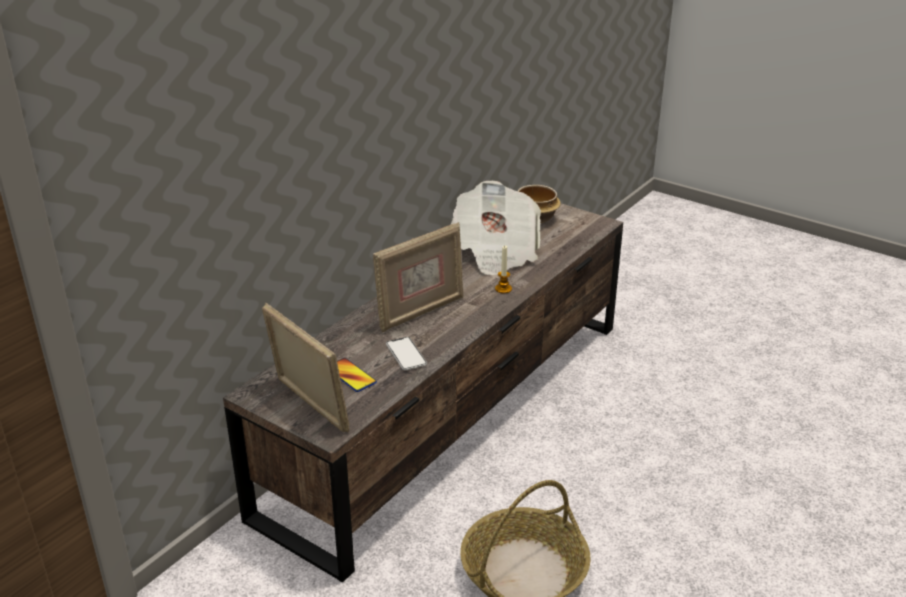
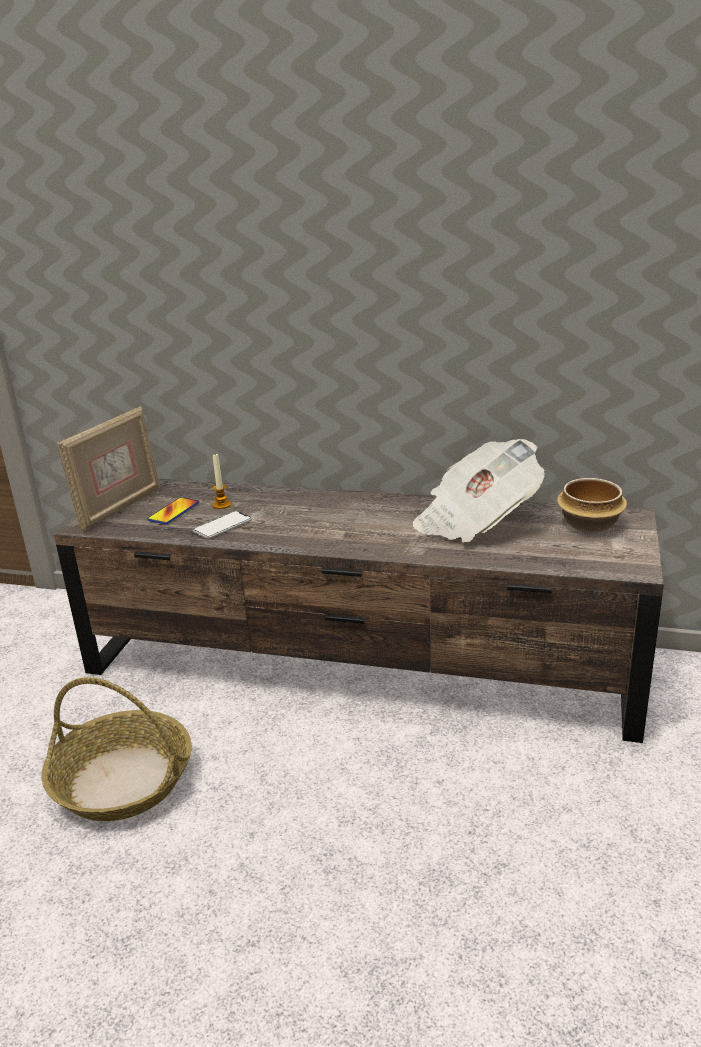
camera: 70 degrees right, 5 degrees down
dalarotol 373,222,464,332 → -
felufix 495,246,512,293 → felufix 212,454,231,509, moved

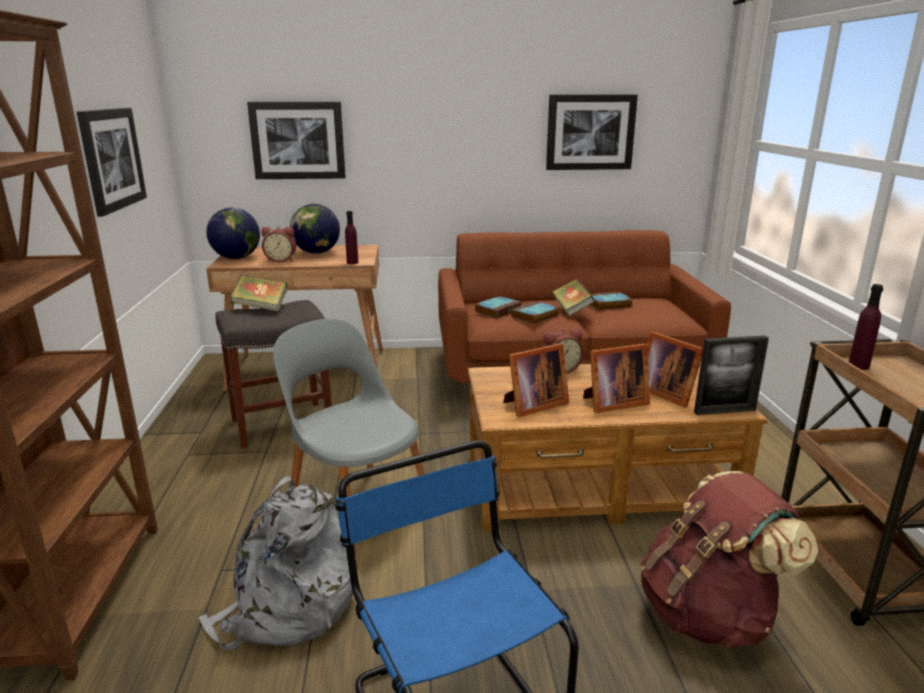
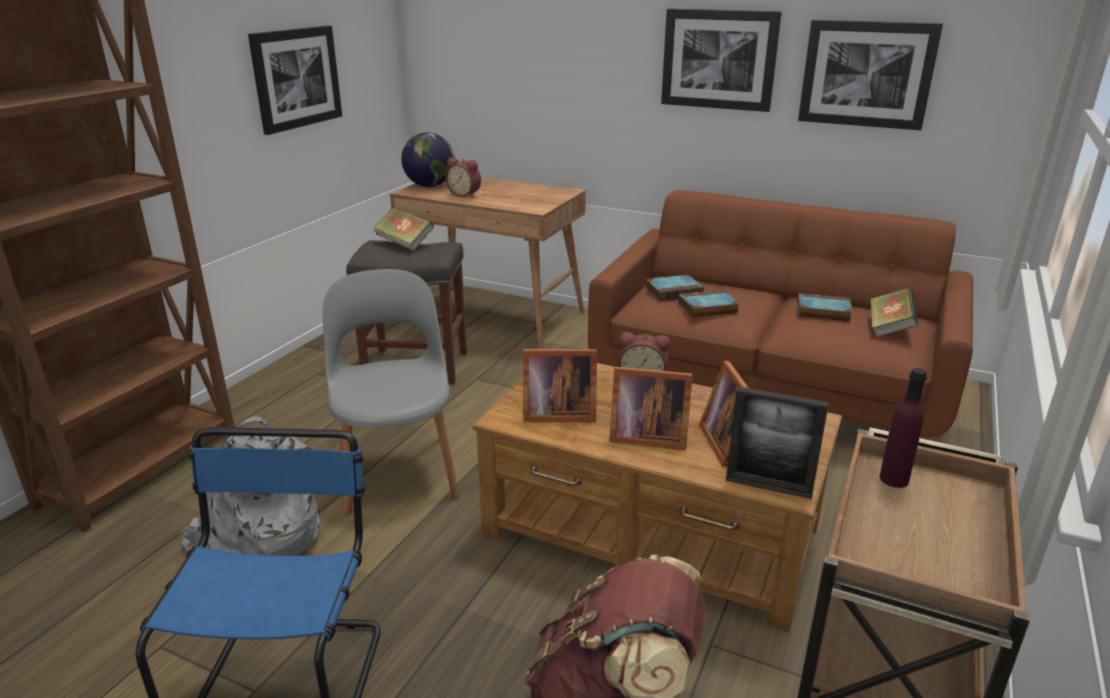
camera: 30 degrees right, 5 degrees up
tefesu 247,102,346,179 → tefesu 661,8,782,112, moved
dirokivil 290,204,340,254 → -
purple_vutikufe 345,211,358,264 → -
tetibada 552,279,595,316 → tetibada 870,288,918,337, moved

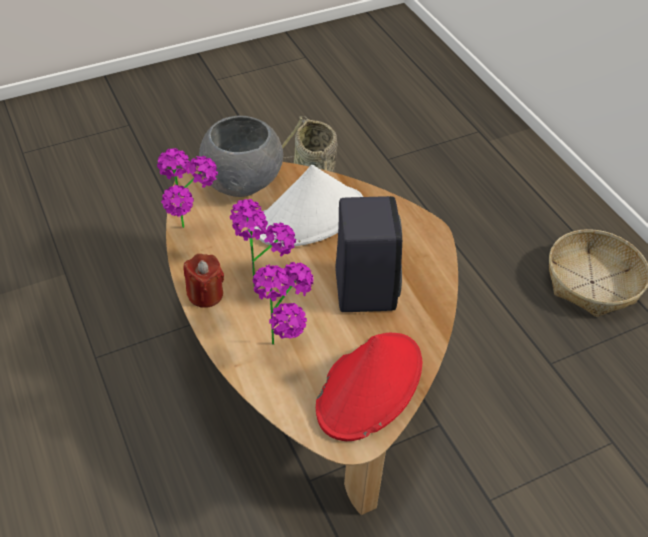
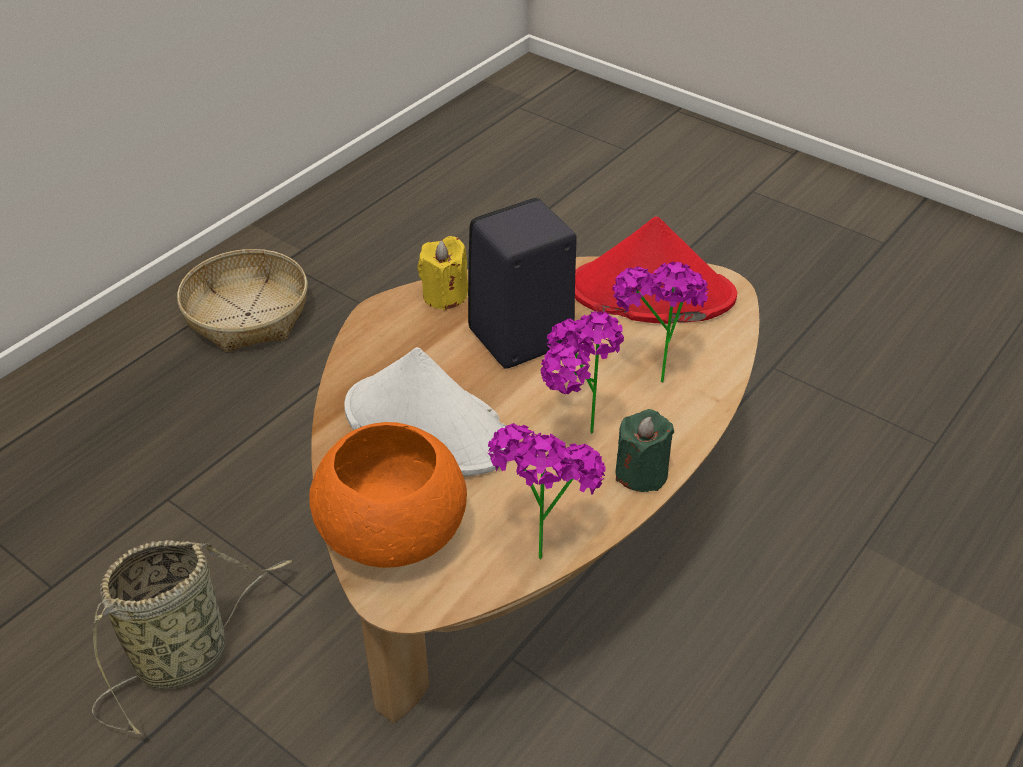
camera: 115 degrees left, 5 degrees down
red_felufix 184,254,224,308 → green_felufix 616,409,674,492
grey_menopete 199,116,283,197 → orange_menopete 309,422,467,568
- → yellow_felufix 417,236,468,310

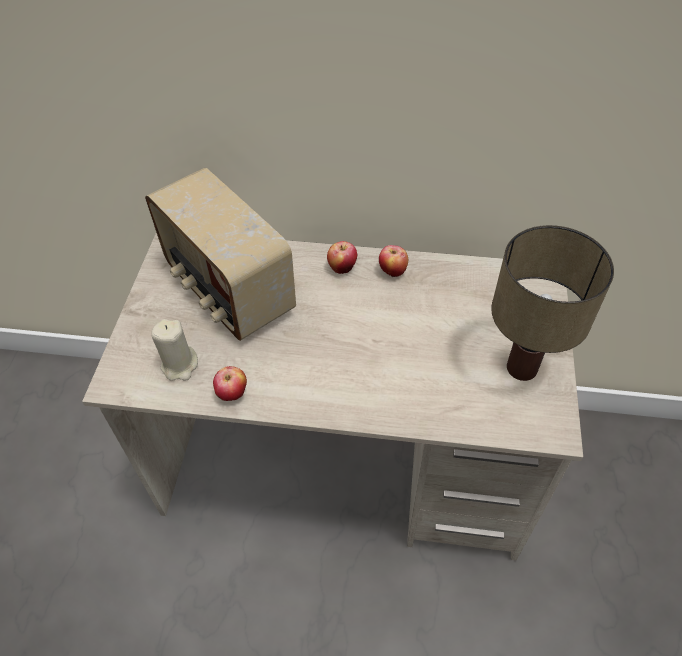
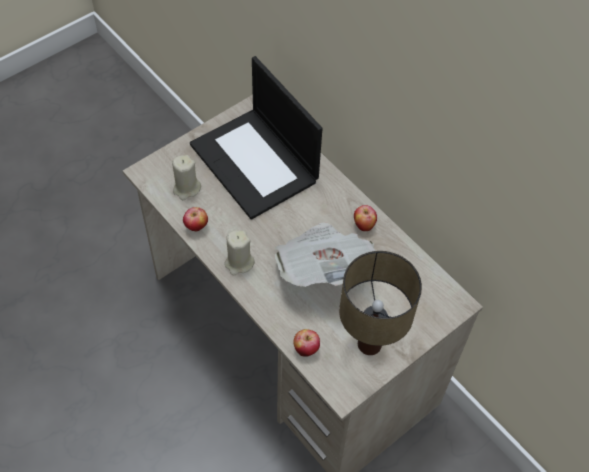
camera: 40 degrees right, 5 degrees up
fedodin 145,168,296,341 → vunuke 190,56,323,220
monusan 327,241,357,274 → monusan 293,329,320,357, moved
- → beige_felufix 224,230,255,275
- → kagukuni 275,222,375,287

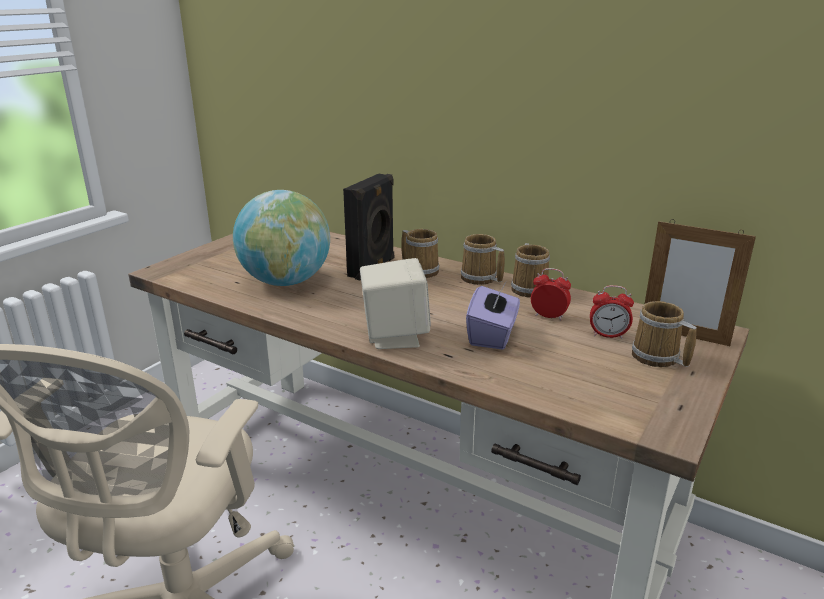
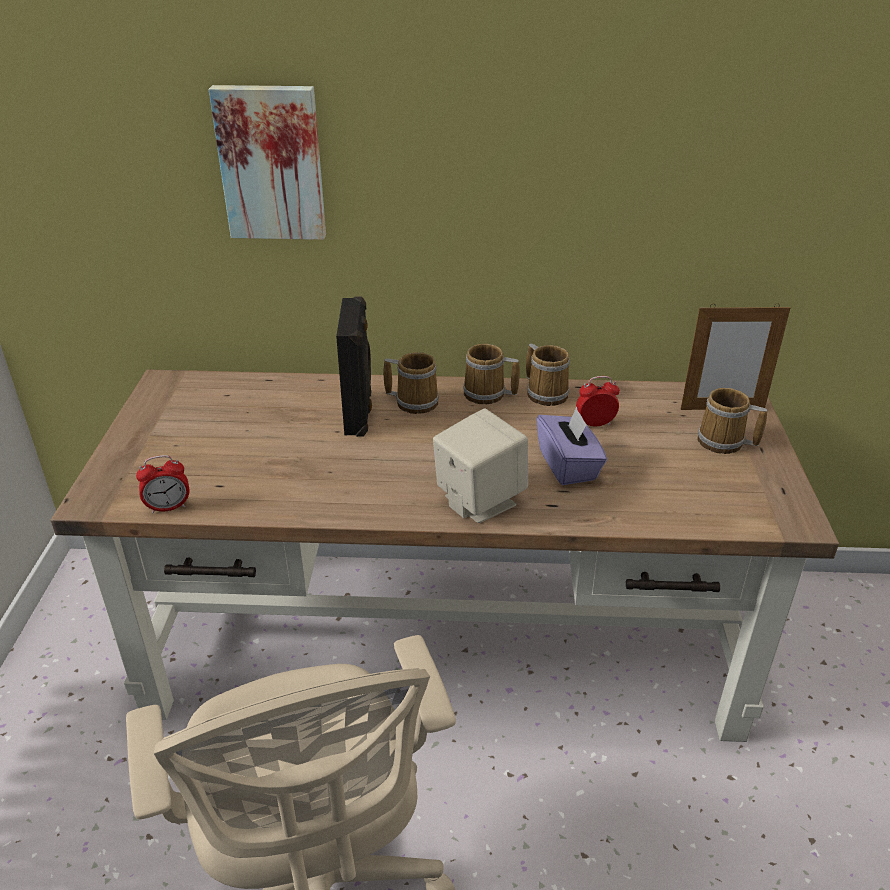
camera: 30 degrees left, 10 degrees up
dirokivil 233,190,330,286 → -
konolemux 590,285,634,339 → konolemux 136,455,189,514, moved
- → tefesu 209,85,326,240

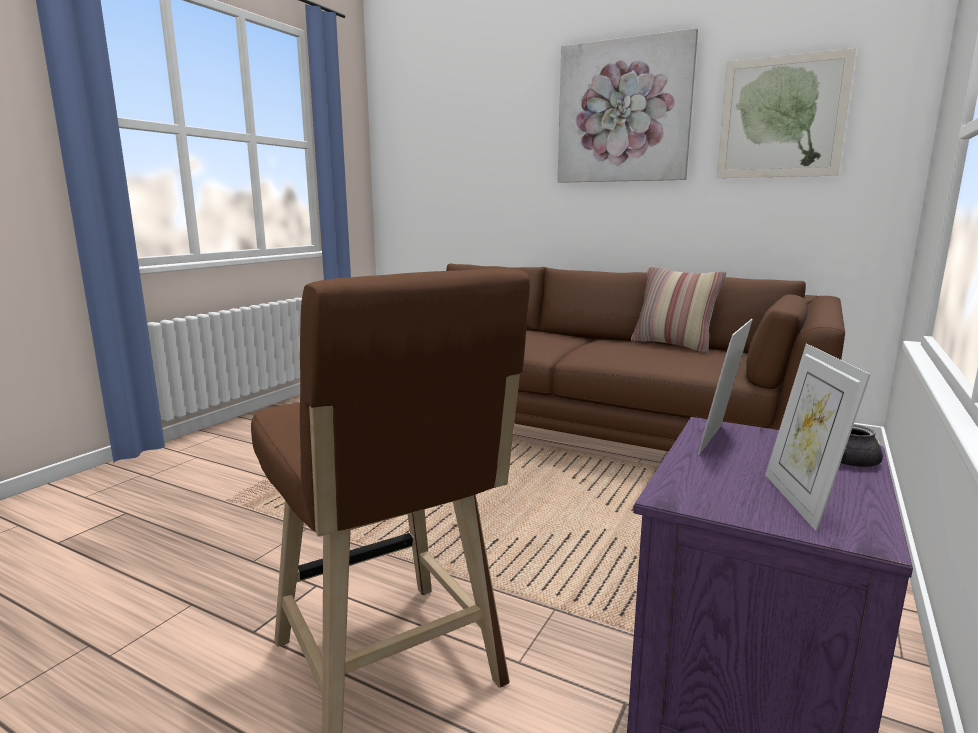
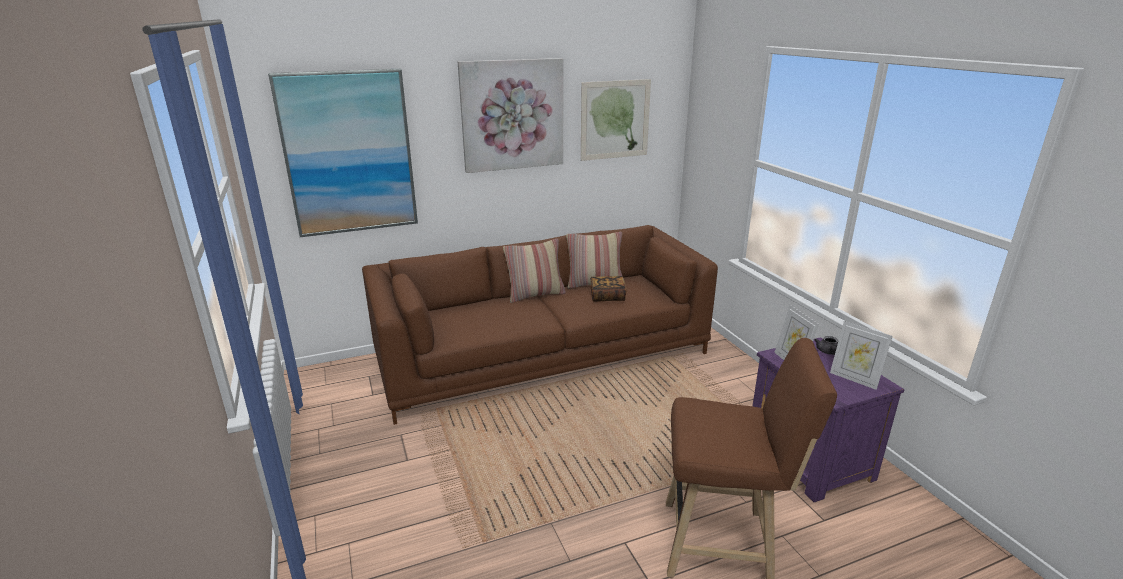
camera: 50 degrees left, 10 degrees up
- → tefesu 268,69,418,237
- → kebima 503,239,566,303
- → tetibada 590,276,626,302

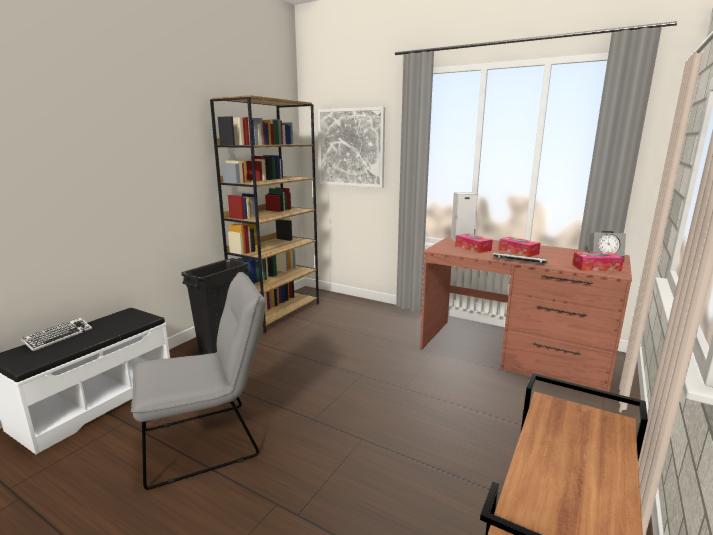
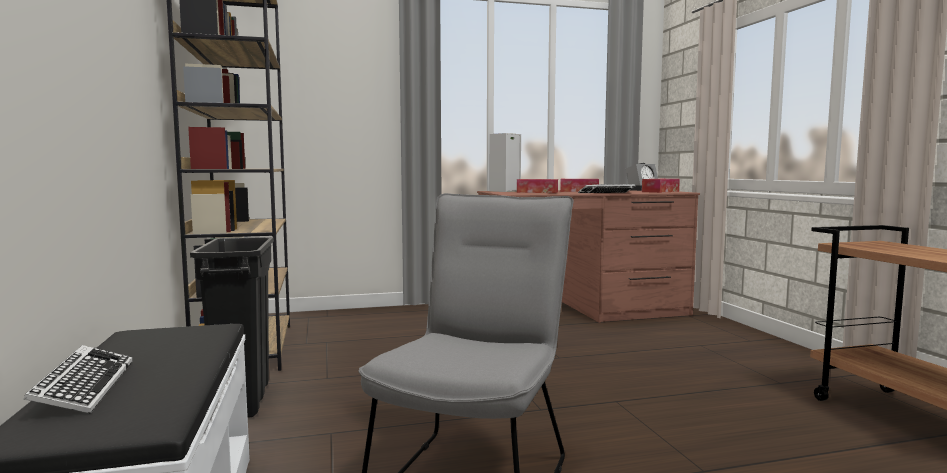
camera: 45 degrees left, 10 degrees down
tefesu 318,107,385,188 → -

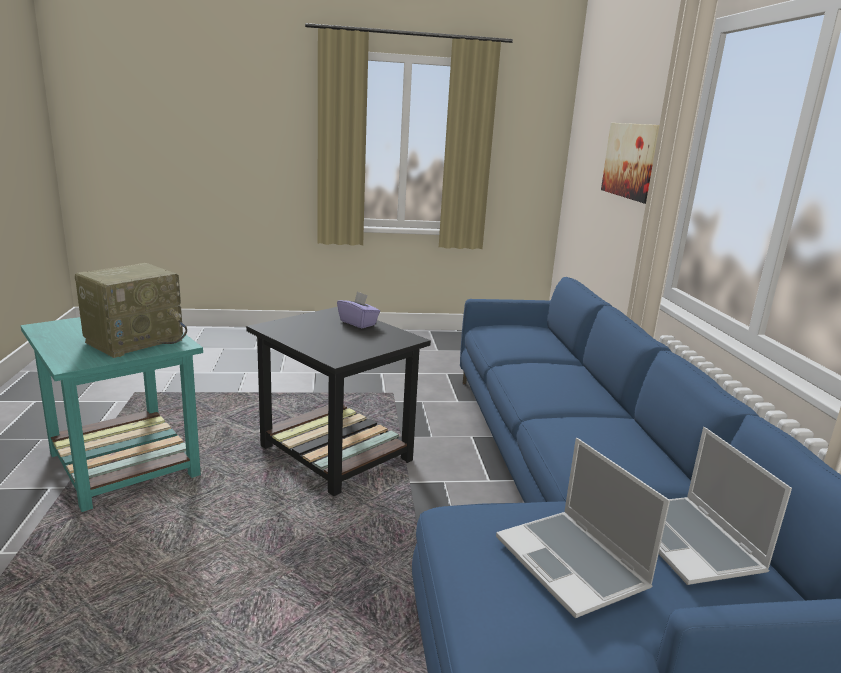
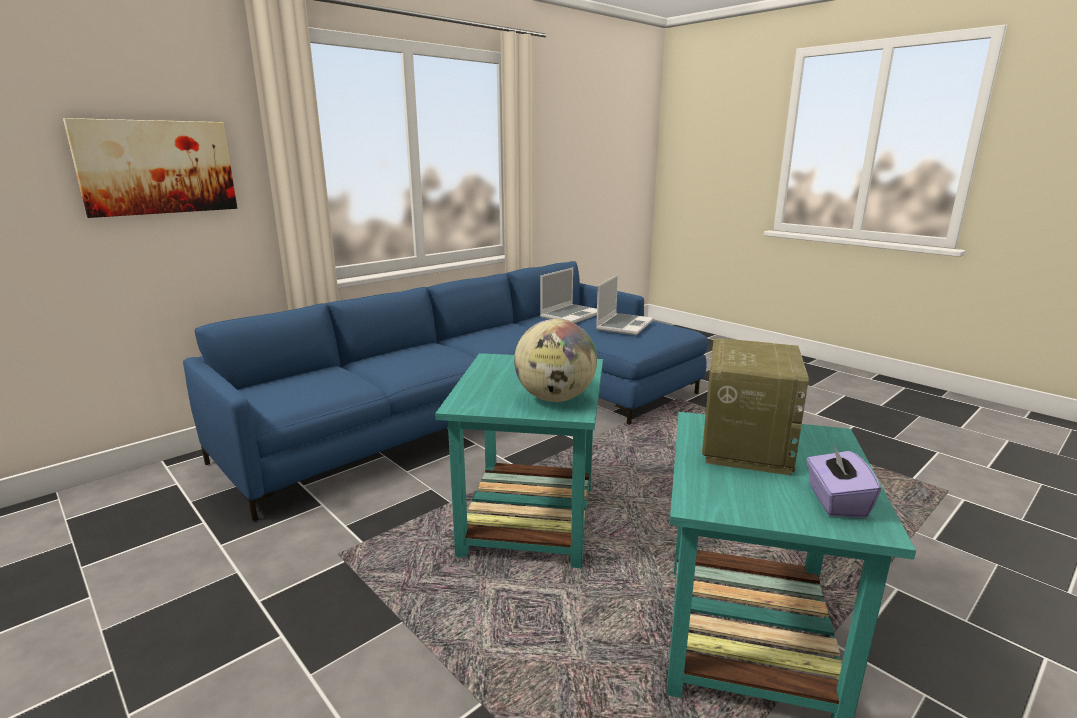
camera: 125 degrees left, 0 degrees up
fedodin 75,263,187,358 → fedodin 702,338,809,475, 105 degrees clockwise
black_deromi 246,307,431,496 → turquoise_deromi 435,353,603,568
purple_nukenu 337,291,380,328 → purple_nukenu 807,444,881,518, moved
- → dirokivil 514,319,597,402

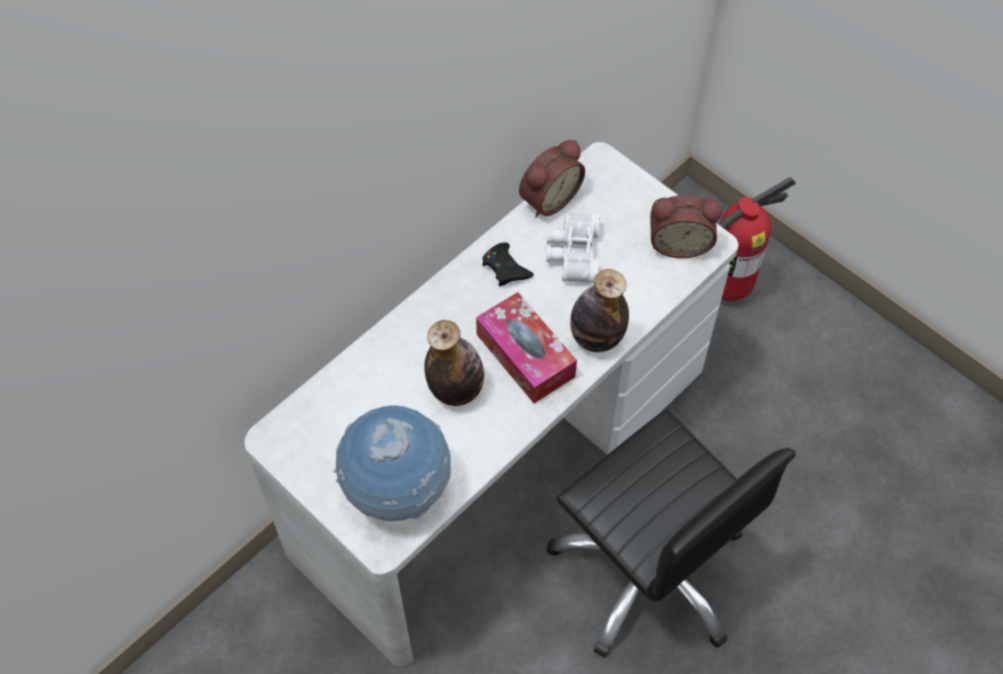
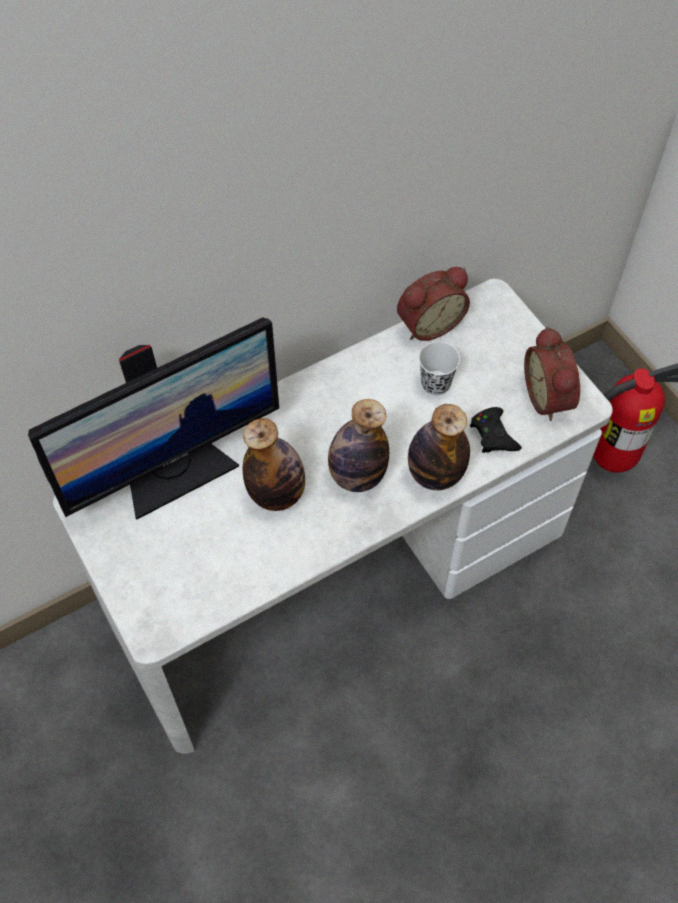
camera: 15 degrees right, 0 degrees up
dirokivil 333,405,451,521 → -
nukenu 476,292,577,403 → vutikufe 328,399,389,492
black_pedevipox 482,242,534,287 → black_pedevipox 470,407,522,453, moved
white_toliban 546,212,599,283 → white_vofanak 419,342,460,395
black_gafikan 547,410,796,658 → -
konolemux 650,195,722,258 → konolemux 524,326,580,421, 60 degrees clockwise
- → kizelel 28,317,279,520

